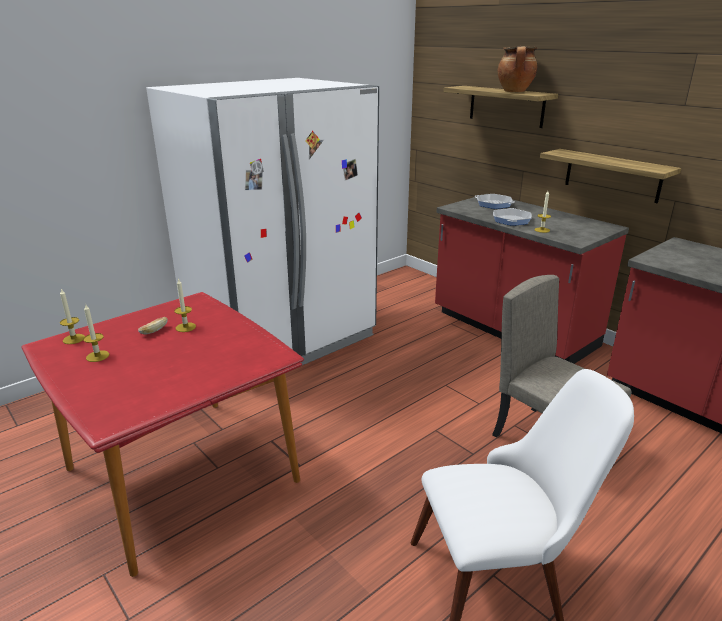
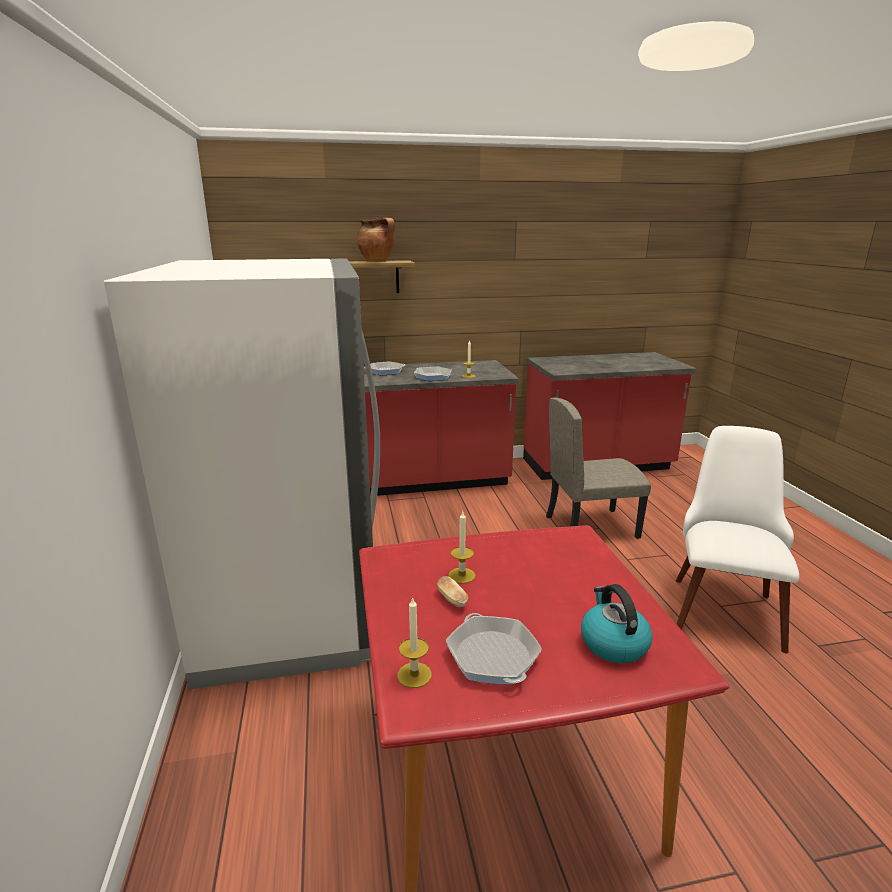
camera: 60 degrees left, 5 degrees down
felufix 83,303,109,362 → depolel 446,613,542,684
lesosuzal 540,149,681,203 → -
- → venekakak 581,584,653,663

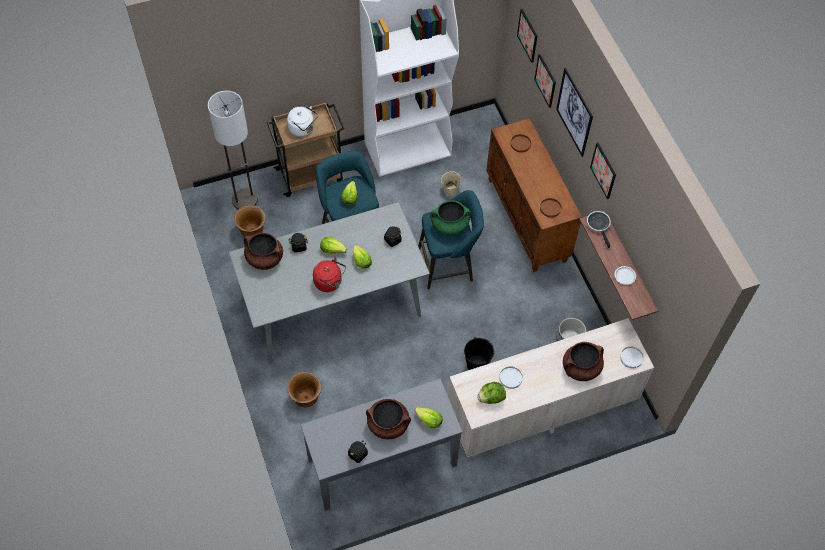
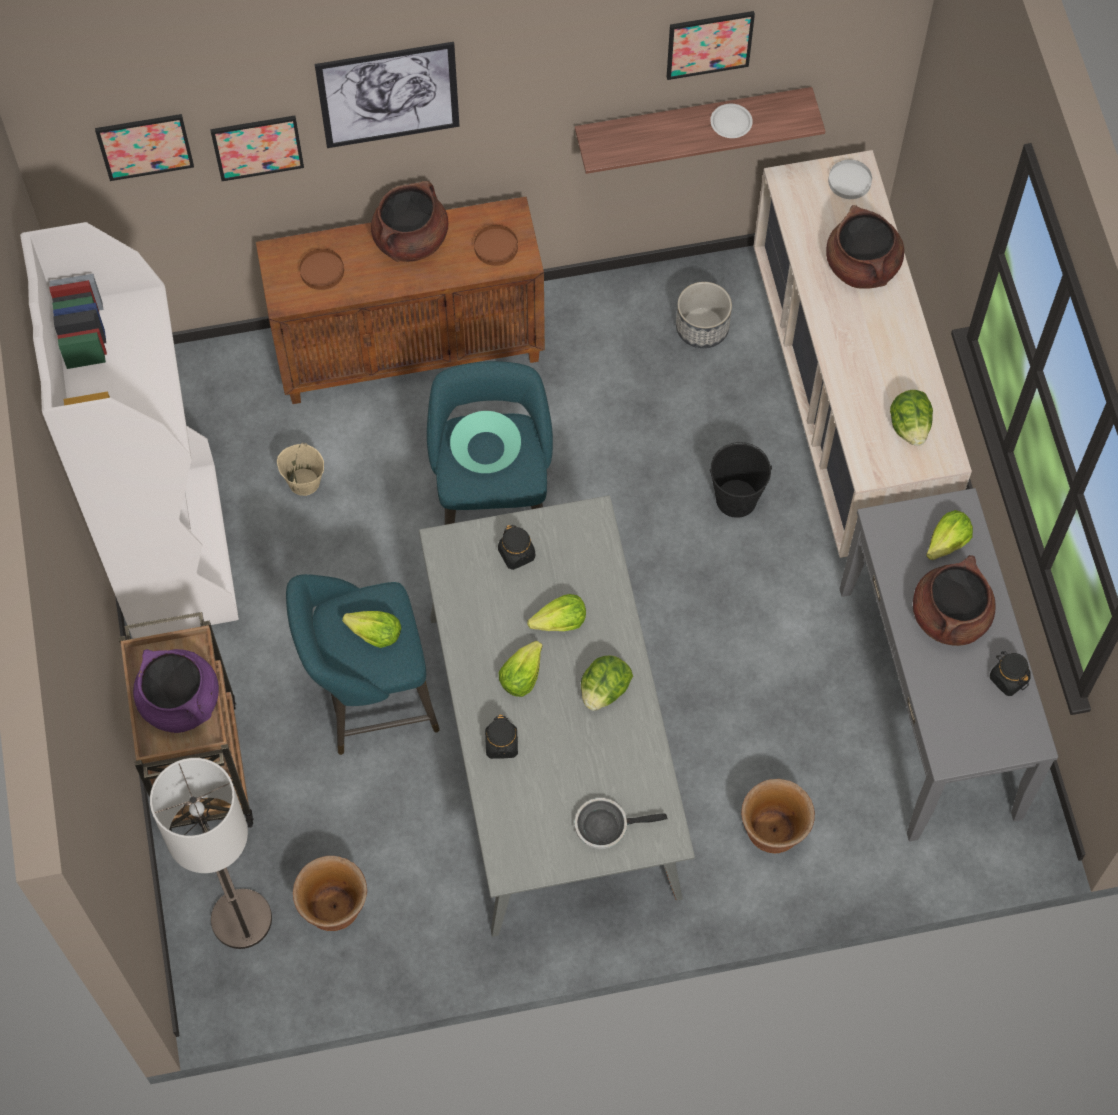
camera: 80 degrees left, 5 degrees up
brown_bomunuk 244,233,283,270 → brown_bomunuk 371,181,448,262, moved
white_venekakak 287,106,318,137 → purple_bomunuk 133,649,219,733
red_venekakak 313,257,346,292 → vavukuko 581,656,633,711
green_bomunuk 430,200,471,236 → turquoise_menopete 450,411,521,473
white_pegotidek 499,366,523,389 → -
depolel 587,211,611,248 → depolel 574,798,668,849, moved
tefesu 590,143,616,199 → tefesu 667,11,755,80, moved

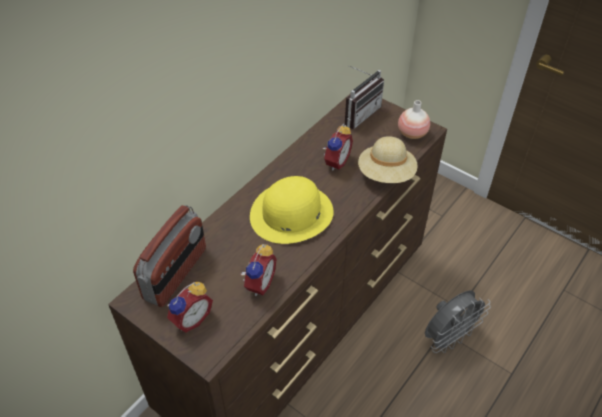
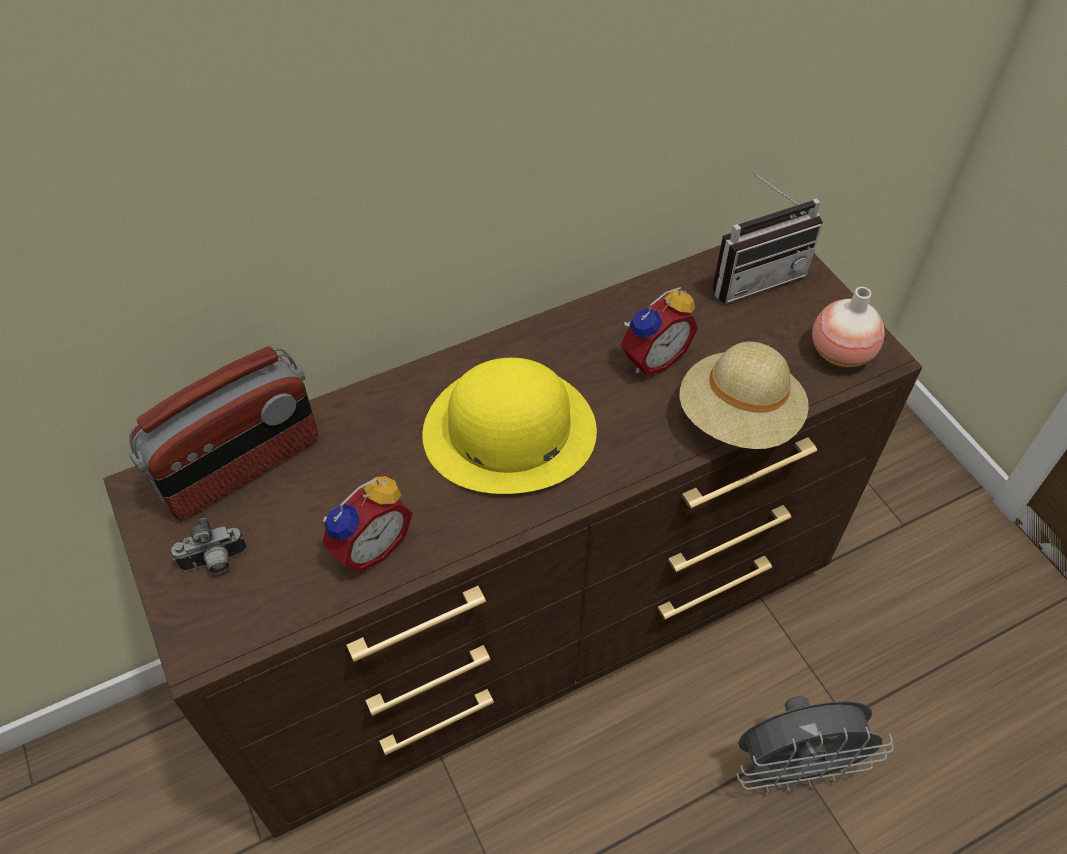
camera: 25 degrees right, 5 degrees up
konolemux 167,282,213,332 → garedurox 171,518,247,574

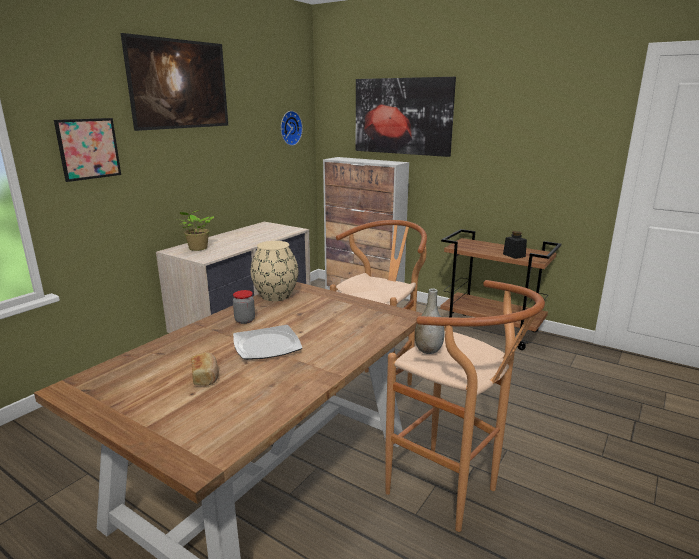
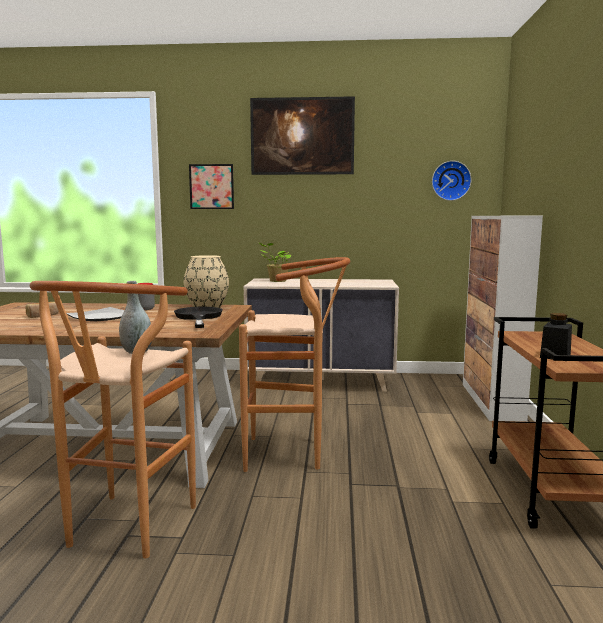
camera: 60 degrees right, 10 degrees down
tefesu 356,77,456,157 → -
- → black_depolel 174,307,223,328

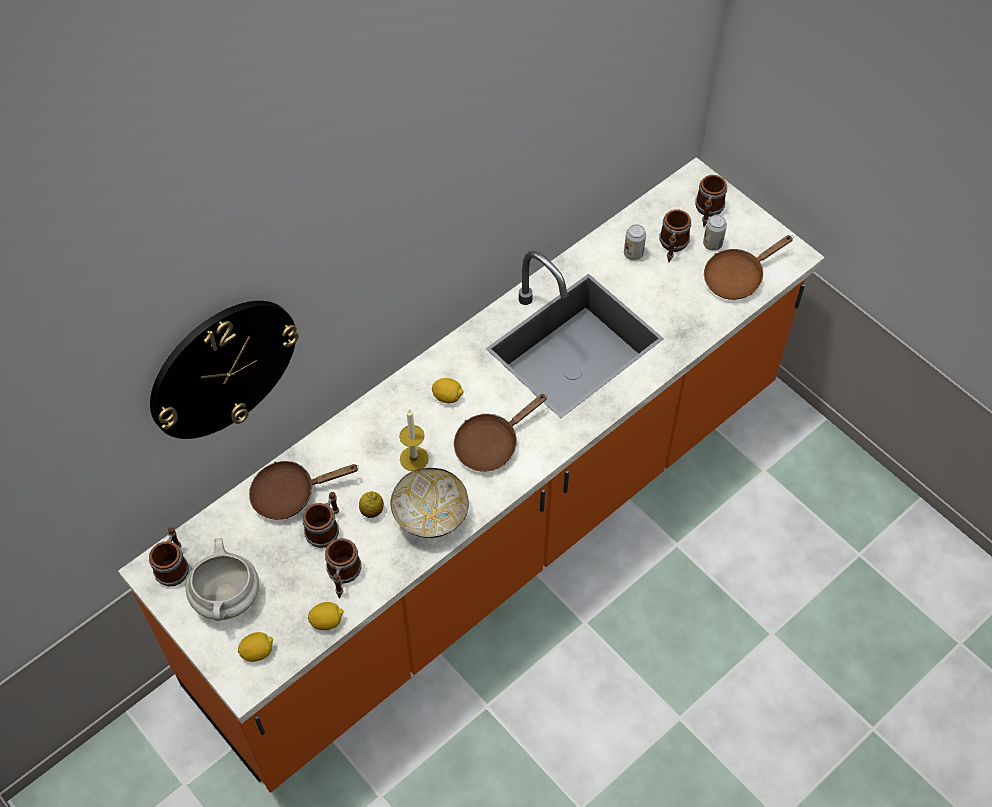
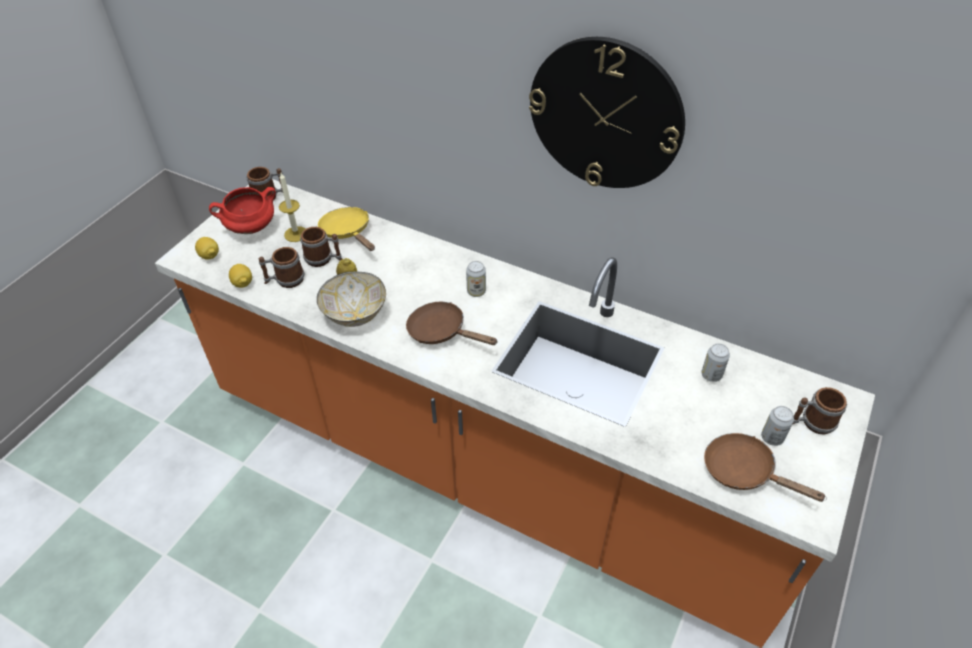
camera: 70 degrees right, 10 degrees down
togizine 150,301,299,439 → togizine 529,37,685,188, moved
white_bomunuk 186,538,259,621 → red_bomunuk 209,187,276,234
brown_depolel 249,461,358,520 → yellow_depolel 318,207,375,251
felufix 399,409,429,471 → felufix 279,173,305,242, moved
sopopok 432,378,464,403 → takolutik 466,261,486,297
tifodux 660,209,691,262 → -

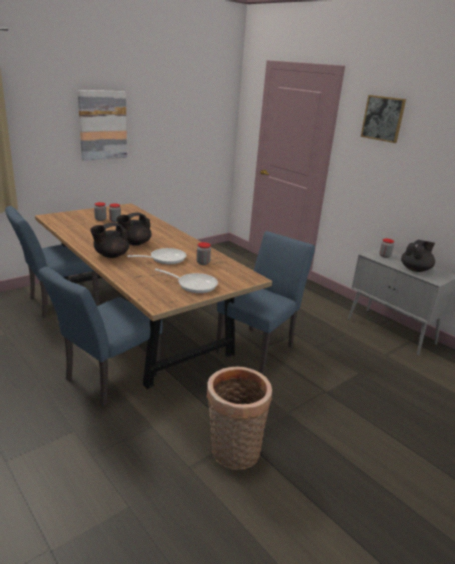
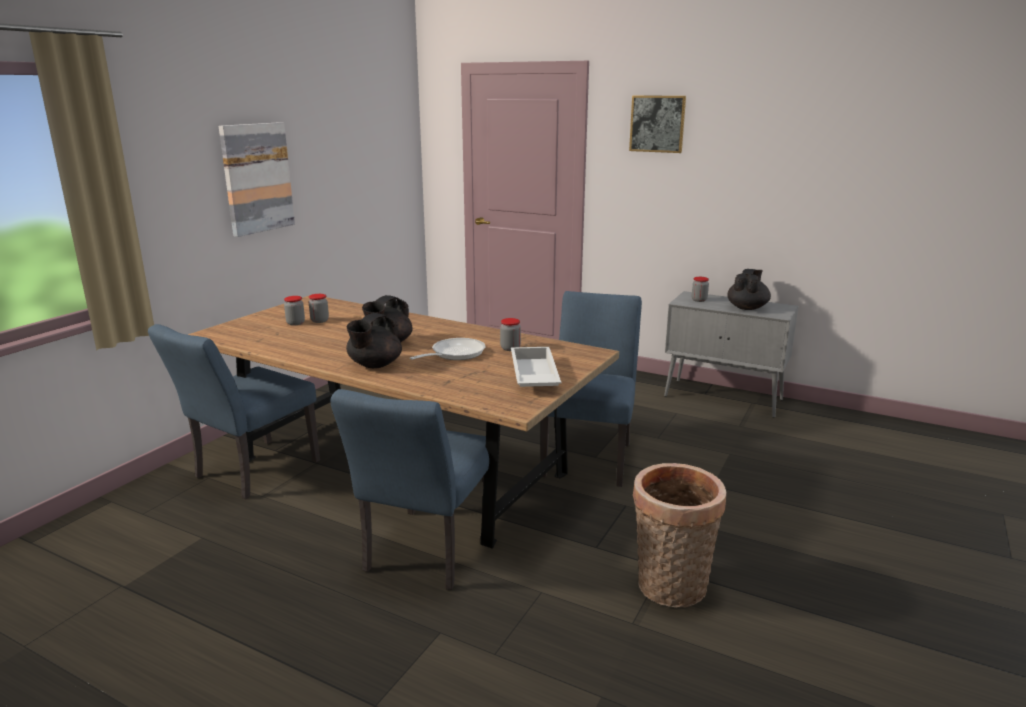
camera: 20 degrees left, 5 degrees down
depolel 155,269,218,293 → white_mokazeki 511,347,561,387

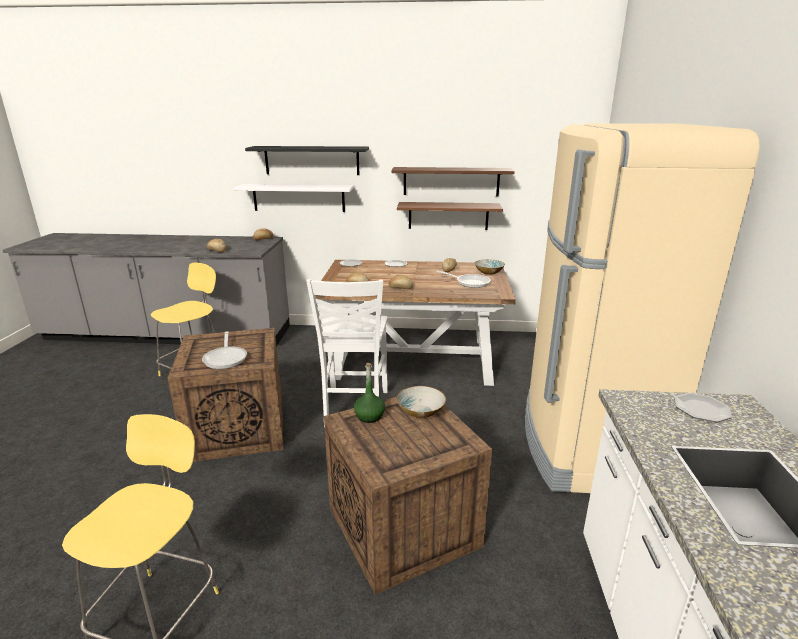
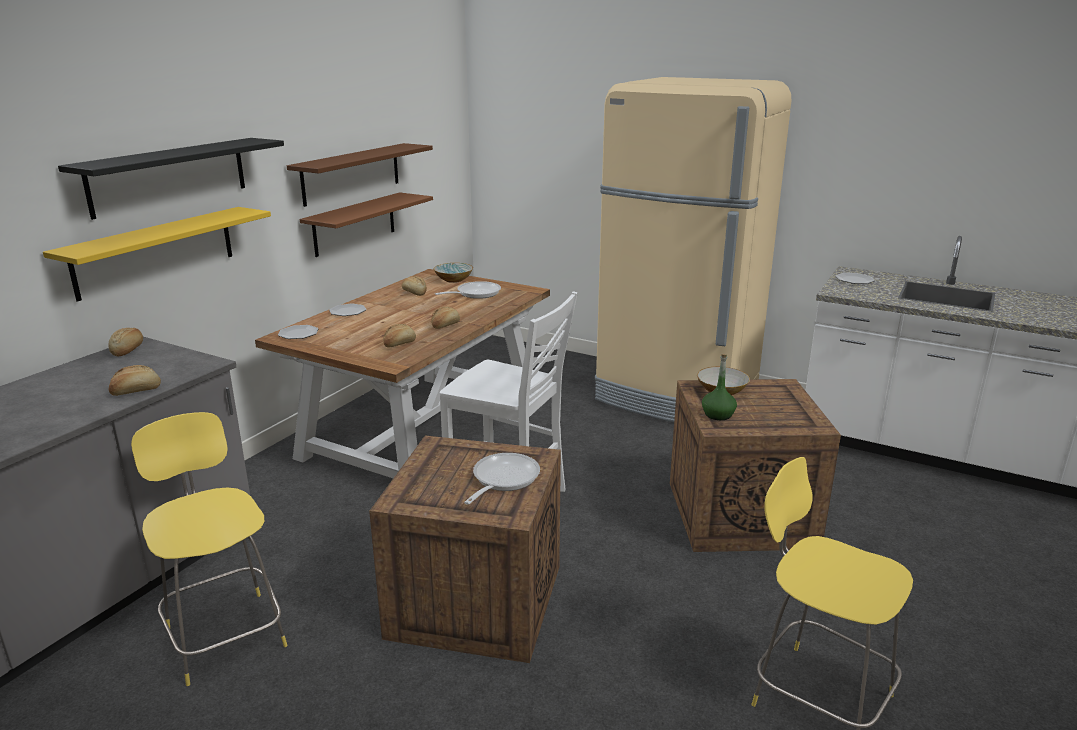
camera: 65 degrees left, 0 degrees up
depolel 202,331,247,369 → depolel 464,453,540,505, 75 degrees counterclockwise
white_lesosuzal 234,184,354,212 → yellow_lesosuzal 43,207,271,302

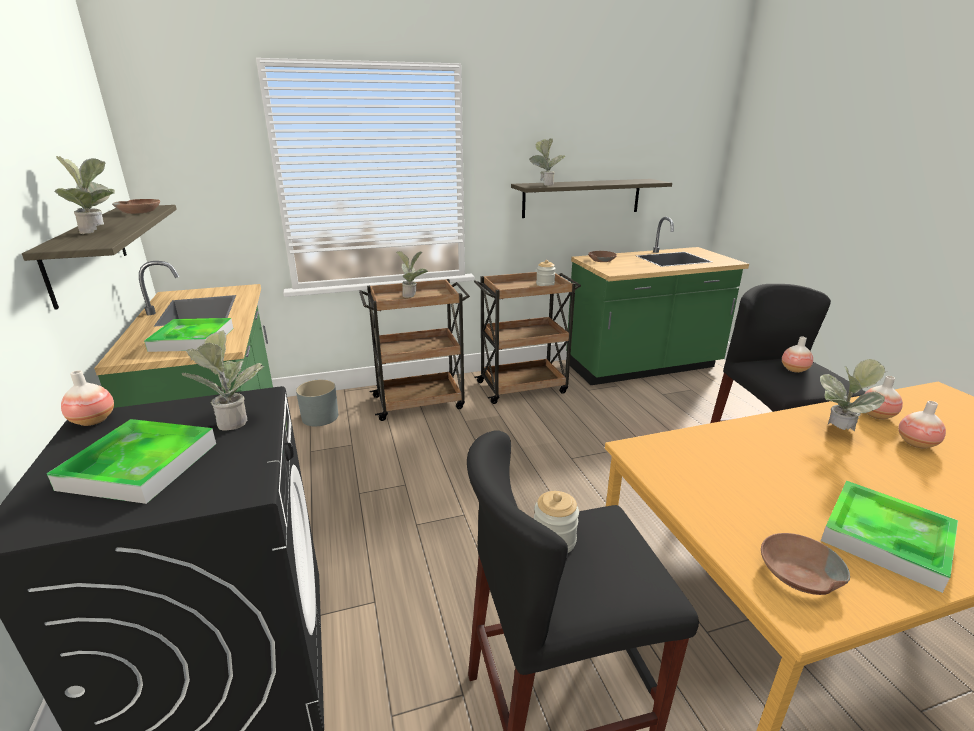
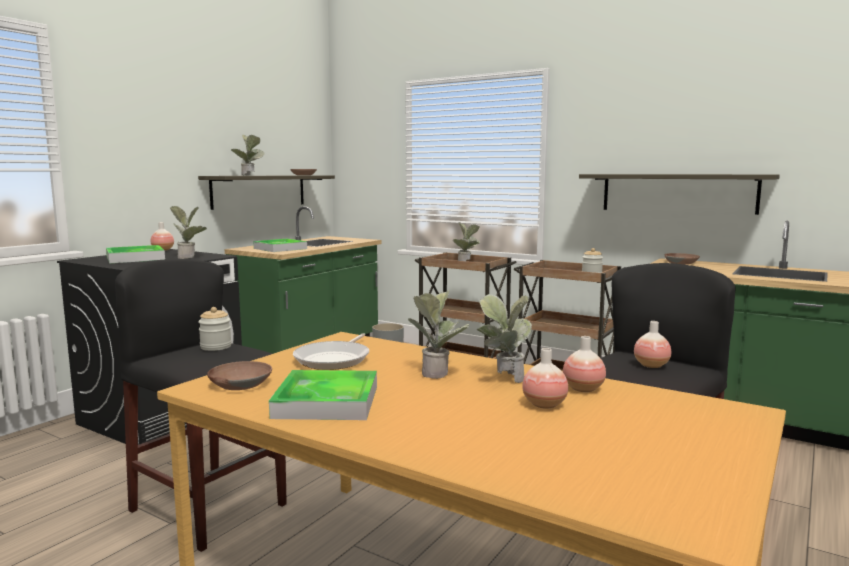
camera: 50 degrees right, 15 degrees down
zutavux 529,138,565,186 → zutavux 408,290,469,379, moved
- → depolel 293,333,369,370

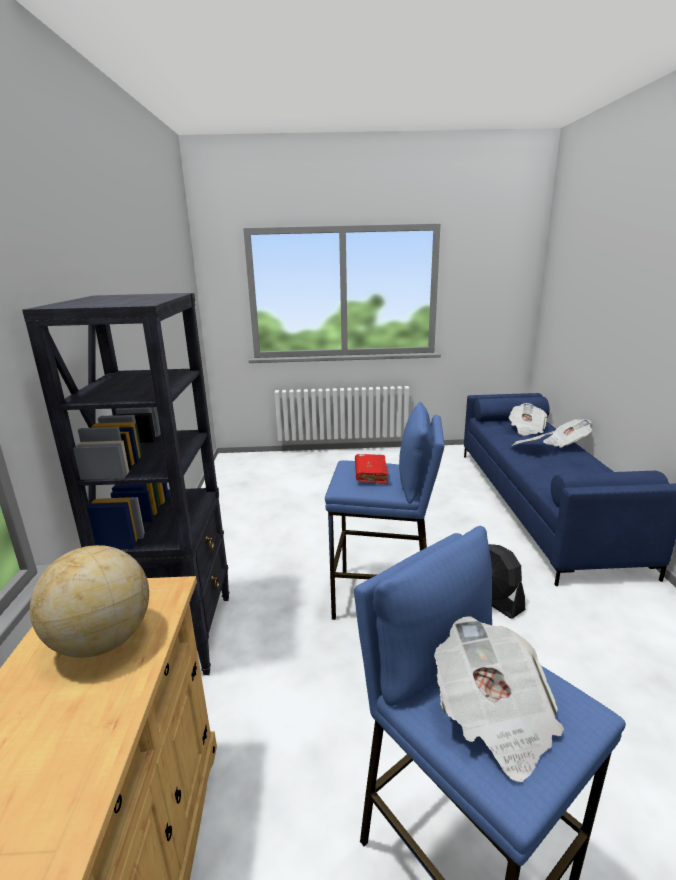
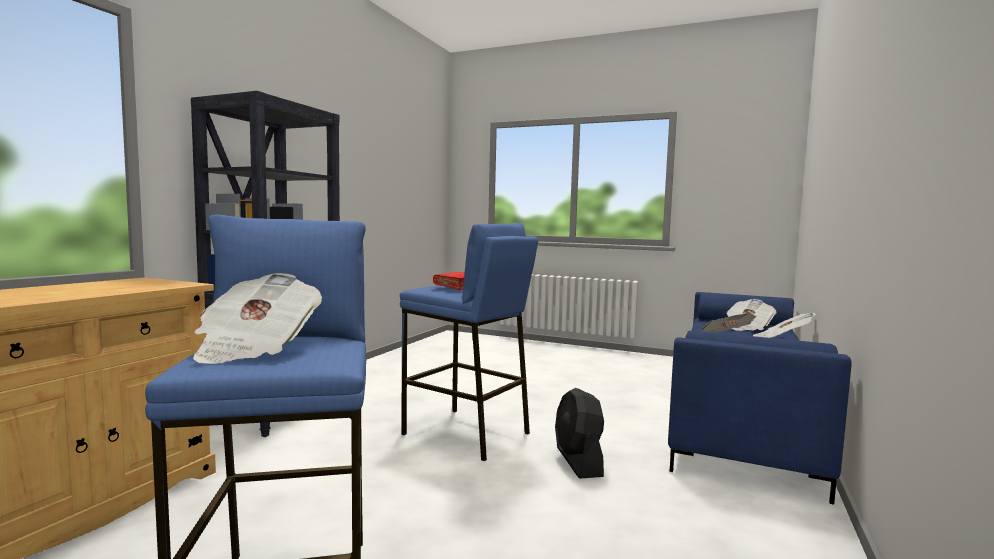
camera: 25 degrees right, 15 degrees down
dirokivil 30,545,149,658 → -

